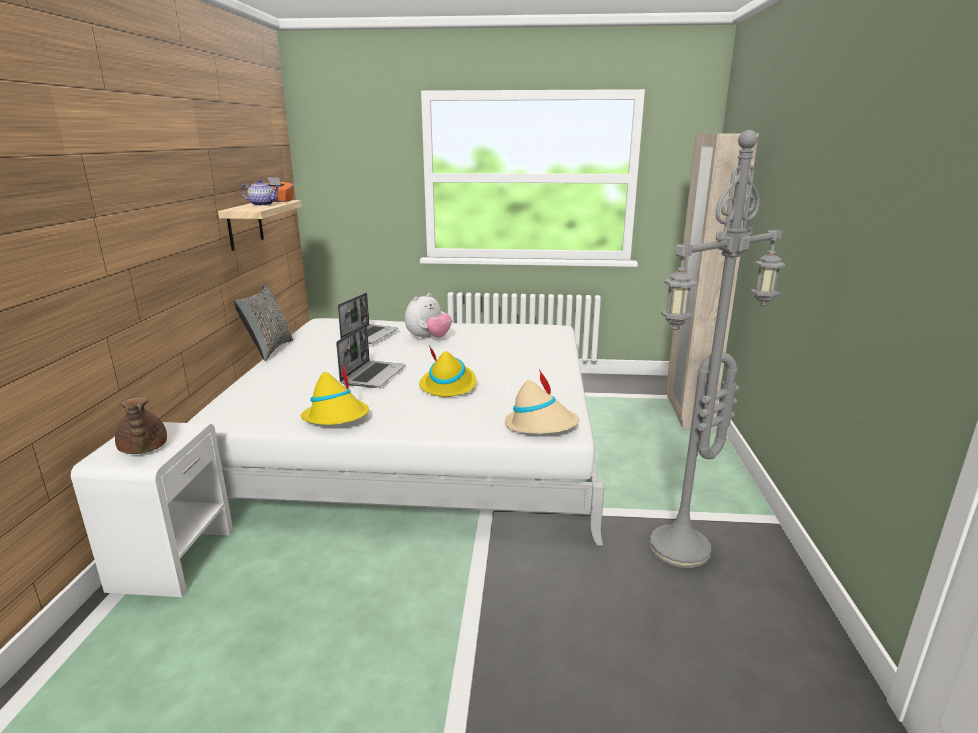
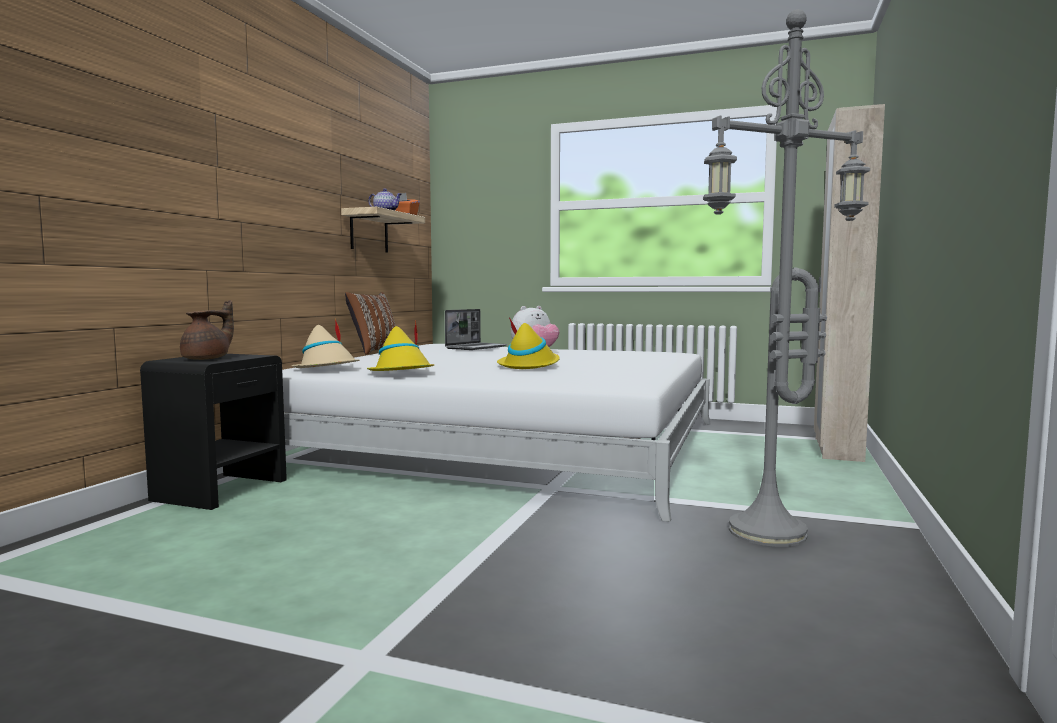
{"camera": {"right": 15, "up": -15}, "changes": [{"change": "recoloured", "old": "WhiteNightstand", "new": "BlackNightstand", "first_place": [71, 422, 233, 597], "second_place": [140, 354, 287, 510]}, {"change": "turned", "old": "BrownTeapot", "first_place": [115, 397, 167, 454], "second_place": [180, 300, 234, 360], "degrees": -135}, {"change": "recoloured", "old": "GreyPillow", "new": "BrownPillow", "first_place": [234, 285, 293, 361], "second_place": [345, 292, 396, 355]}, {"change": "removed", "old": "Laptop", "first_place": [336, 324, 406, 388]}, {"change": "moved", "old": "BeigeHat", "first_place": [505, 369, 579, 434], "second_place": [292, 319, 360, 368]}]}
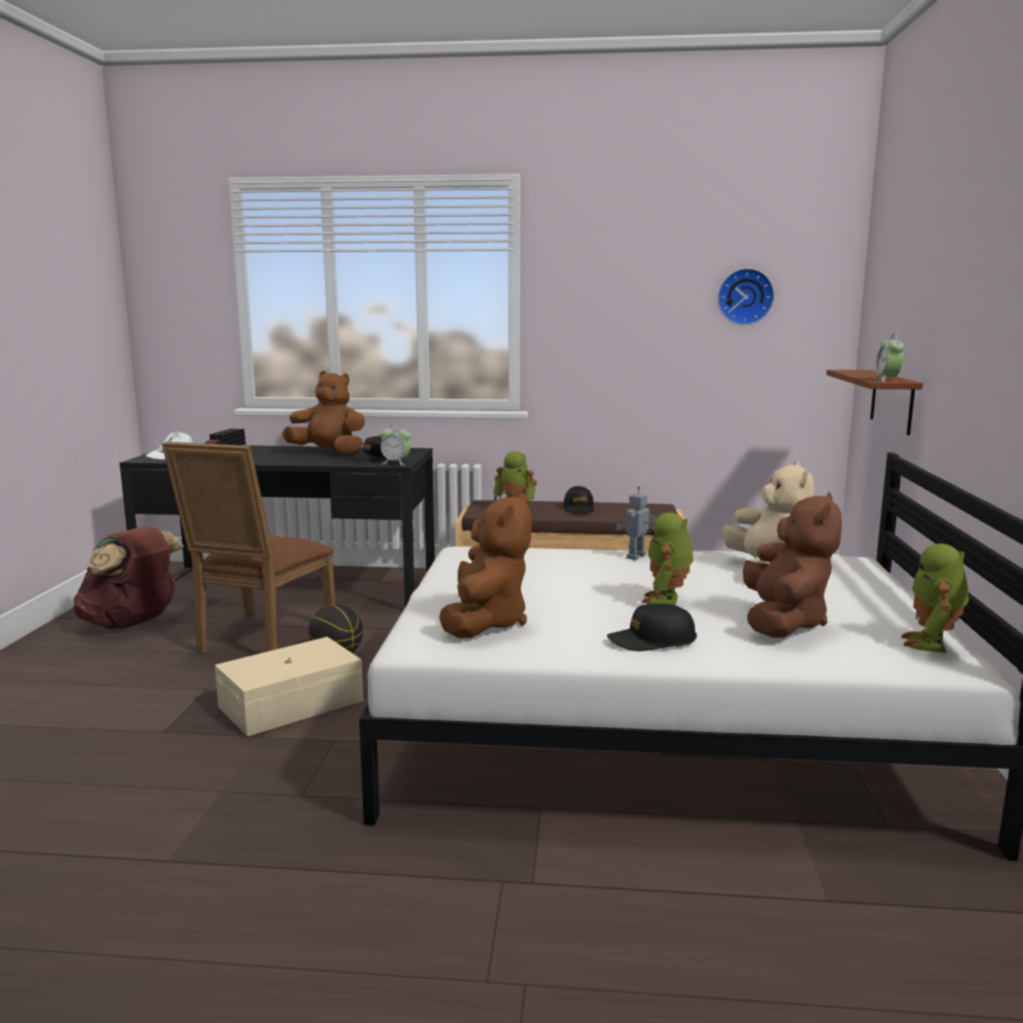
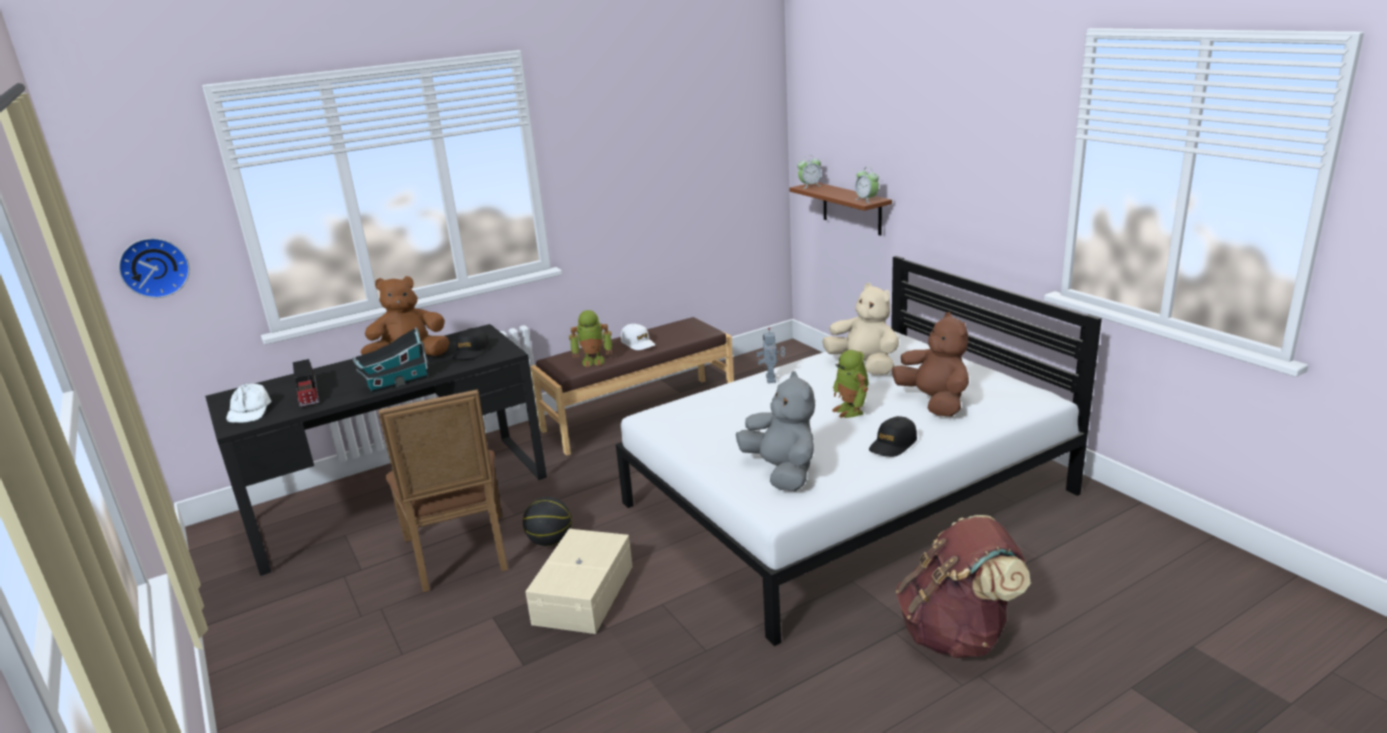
{"camera": {"right": -35, "up": 10}, "changes": [{"change": "moved", "old": "BrownBackpack", "first_place": [73, 525, 184, 629], "second_place": [896, 515, 1031, 658]}, {"change": "moved", "old": "AlarmClock", "first_place": [380, 424, 411, 465], "second_place": [797, 155, 821, 189]}, {"change": "recoloured", "old": "BrownPlushToy", "new": "GreyPlushToy", "first_place": [439, 493, 532, 638], "second_place": [736, 371, 815, 491]}, {"change": "recoloured", "old": "BlackCap", "new": "WhiteCap", "first_place": [564, 486, 594, 513], "second_place": [621, 324, 656, 350]}, {"change": "moved", "old": "WallClock", "first_place": [718, 268, 774, 325], "second_place": [118, 238, 190, 298]}, {"change": "removed", "old": "ToyRobot", "first_place": [901, 544, 969, 653]}, {"change": "added", "new": "ToyHouse", "second_place": [353, 327, 428, 393]}]}
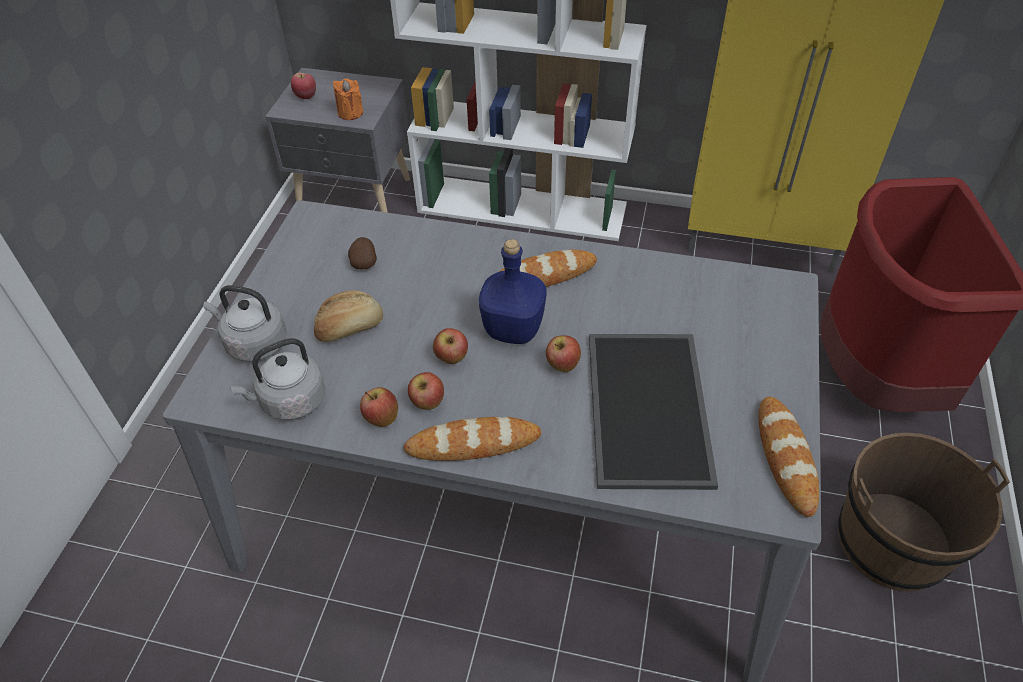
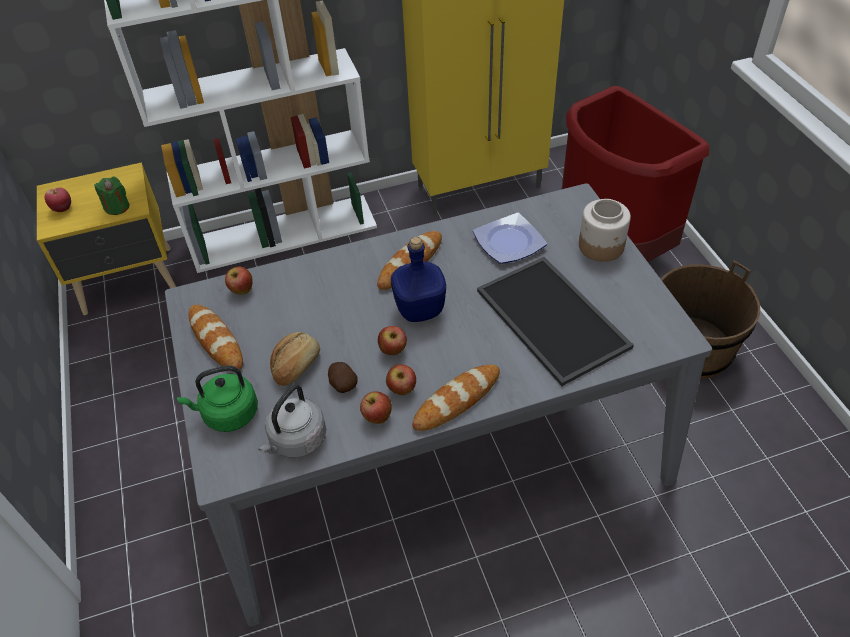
{"camera": {"right": -30, "up": 0}, "changes": [{"change": "recoloured", "old": "GreyKettle", "new": "GreenKettle", "first_place": [204, 285, 287, 362], "second_place": [177, 365, 258, 432]}, {"change": "recoloured", "old": "GreyNightstand", "new": "YellowNightstand", "first_place": [265, 68, 410, 213], "second_place": [37, 162, 176, 315]}, {"change": "recoloured", "old": "OrangeCandle", "new": "GreenCandle", "first_place": [333, 78, 363, 120], "second_place": [94, 177, 130, 215]}, {"change": "moved", "old": "Potato", "first_place": [348, 237, 377, 269], "second_place": [328, 362, 358, 393]}, {"change": "moved", "old": "Apple", "first_place": [546, 335, 581, 372], "second_place": [225, 267, 253, 295]}, {"change": "moved", "old": "Bread", "first_place": [759, 397, 819, 517], "second_place": [188, 305, 243, 370]}, {"change": "added", "new": "Plate", "second_place": [473, 213, 547, 264]}, {"change": "added", "new": "Jar", "second_place": [579, 199, 631, 262]}]}
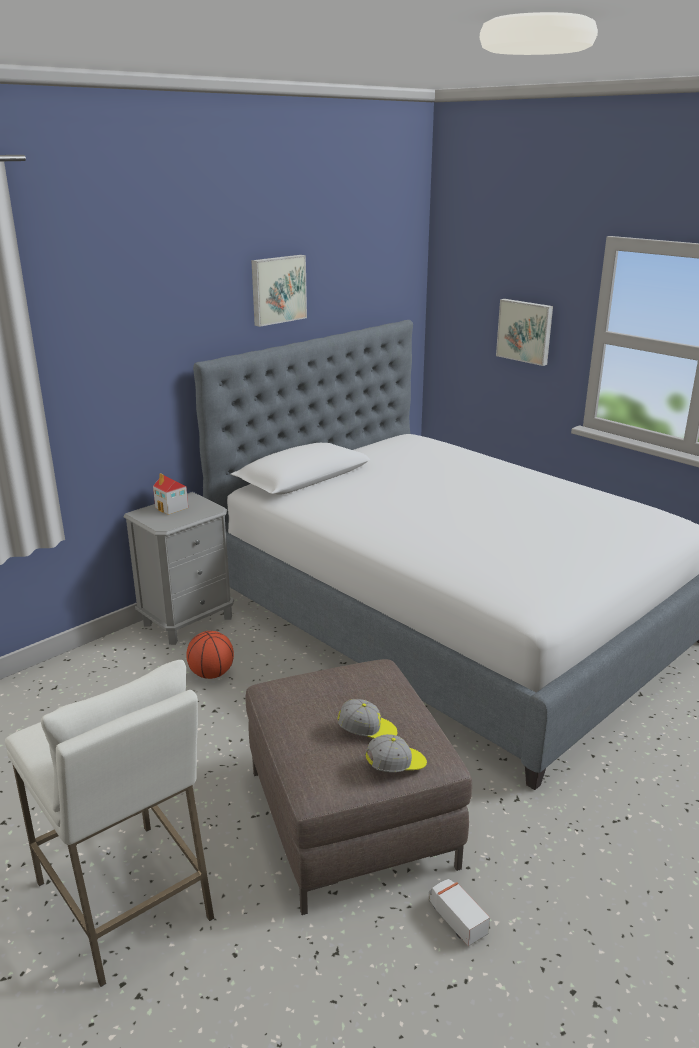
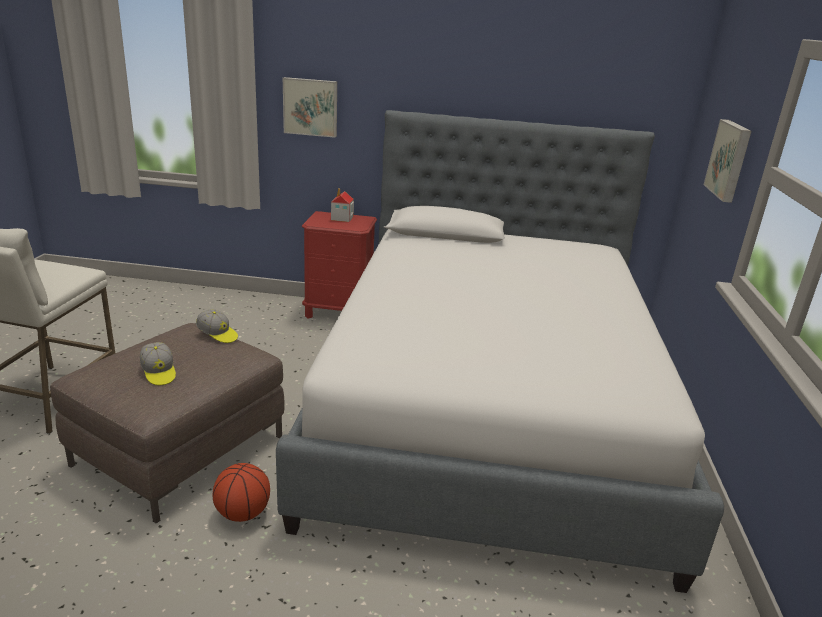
{"camera": {"right": 50, "up": 0}, "changes": [{"change": "recoloured", "old": "GreyNightstand", "new": "RedNightstand", "first_place": [123, 492, 234, 645], "second_place": [302, 211, 377, 318]}, {"change": "moved", "old": "Basketball", "first_place": [186, 631, 234, 679], "second_place": [213, 463, 270, 522]}, {"change": "moved", "old": "Picture", "first_place": [251, 255, 307, 327], "second_place": [283, 77, 337, 138]}, {"change": "moved", "old": "Cap", "first_place": [365, 734, 427, 772], "second_place": [196, 309, 238, 343]}, {"change": "removed", "old": "ToyTruck", "first_place": [428, 879, 490, 946]}]}
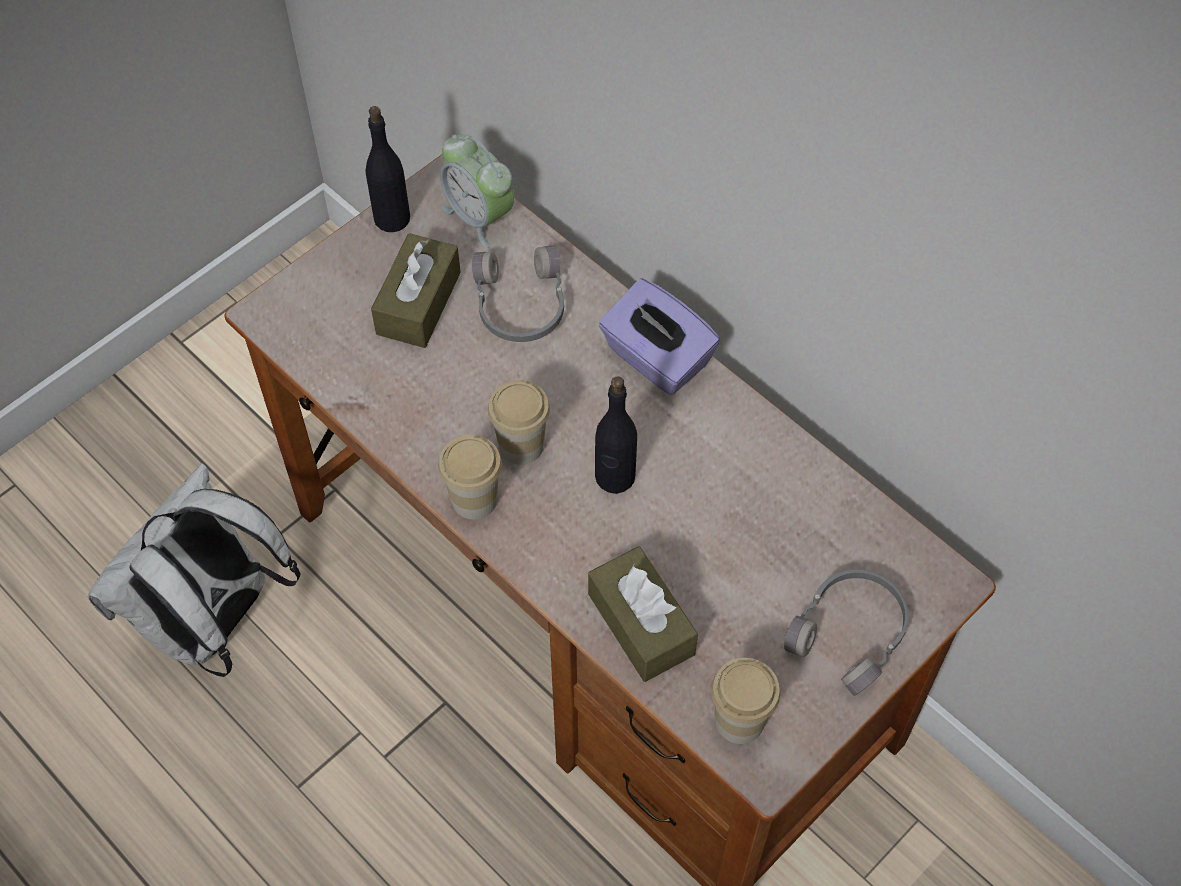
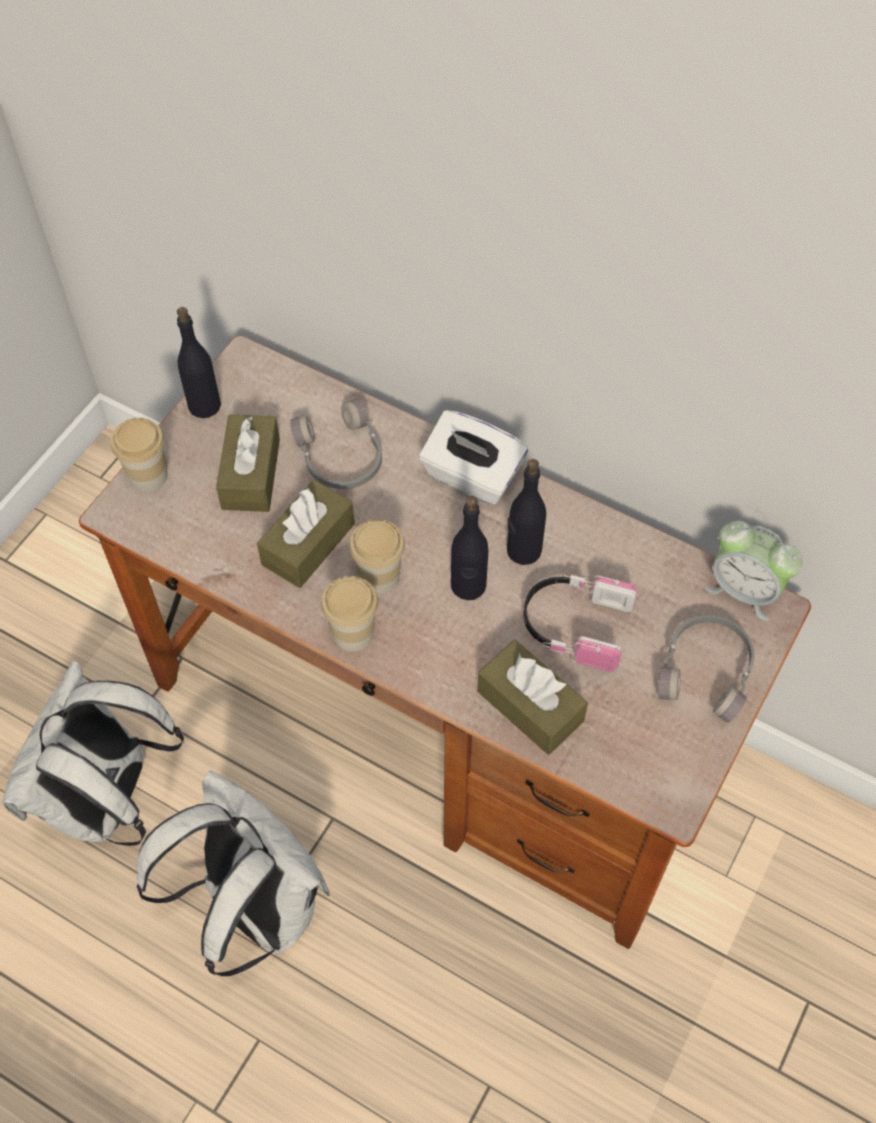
{"camera": {"right": -15, "up": 0}, "changes": [{"change": "moved", "old": "AlarmClock", "first_place": [440, 134, 514, 248], "second_place": [705, 521, 802, 621]}, {"change": "recoloured", "old": "PurpleTissueBox", "new": "WhiteTissueBox", "first_place": [599, 278, 720, 395], "second_place": [419, 410, 528, 505]}, {"change": "moved", "old": "Cup", "first_place": [711, 658, 780, 744], "second_place": [111, 418, 167, 492]}, {"change": "added", "new": "WhiteBackpack", "second_place": [137, 771, 330, 976]}, {"change": "added", "new": "BrownTissueBox", "second_place": [257, 480, 355, 588]}, {"change": "added", "new": "BlackBottle", "second_place": [507, 459, 546, 565]}, {"change": "added", "new": "Headphones", "second_place": [523, 575, 638, 672]}]}
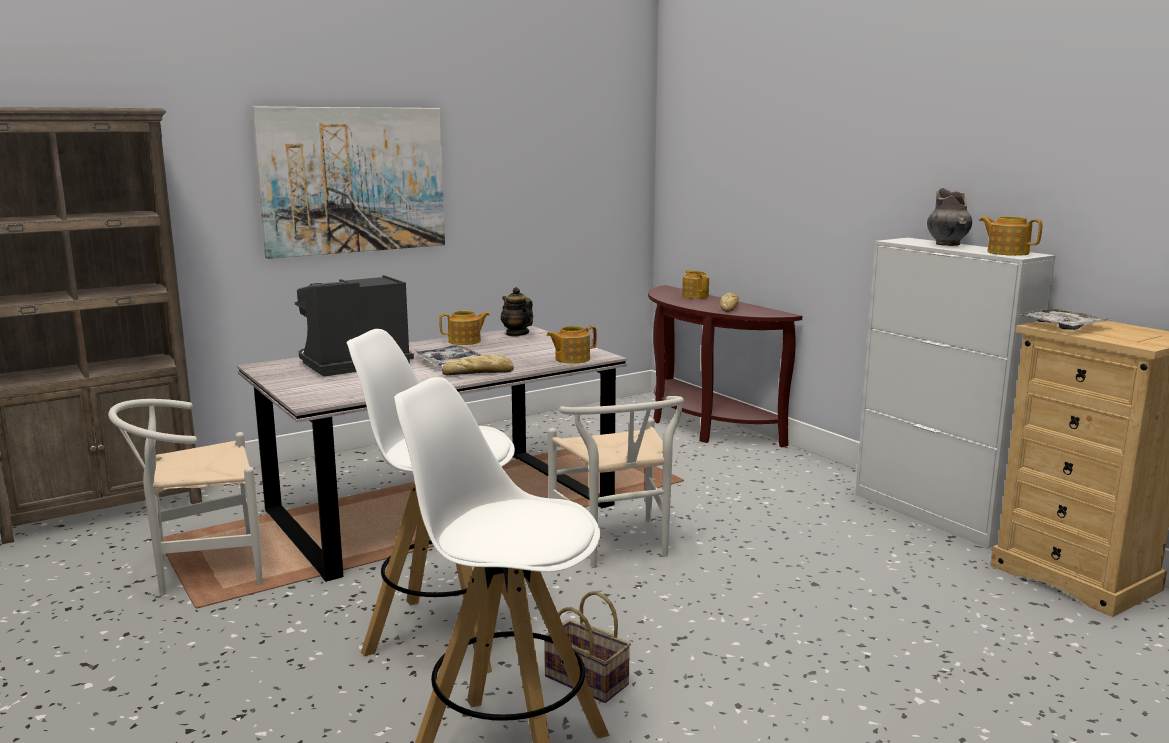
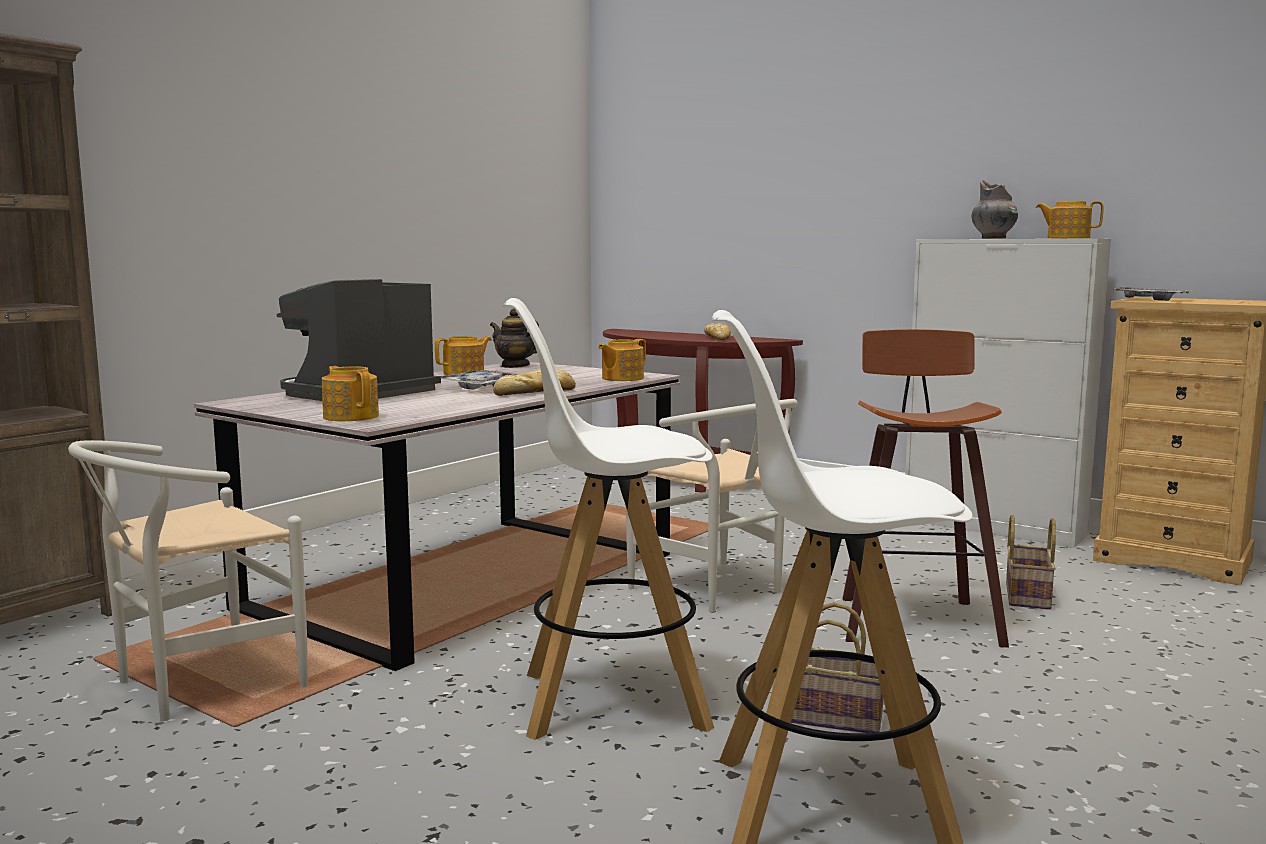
{"camera": {"right": -20, "up": -5}, "changes": [{"change": "removed", "old": "Picture", "first_place": [252, 107, 445, 259]}, {"change": "moved", "old": "Teapot", "first_place": [682, 270, 709, 299], "second_place": [322, 366, 379, 421]}, {"change": "added", "new": "Stool", "second_place": [842, 329, 1009, 648]}, {"change": "added", "new": "Basket", "second_place": [1006, 514, 1056, 610]}]}
